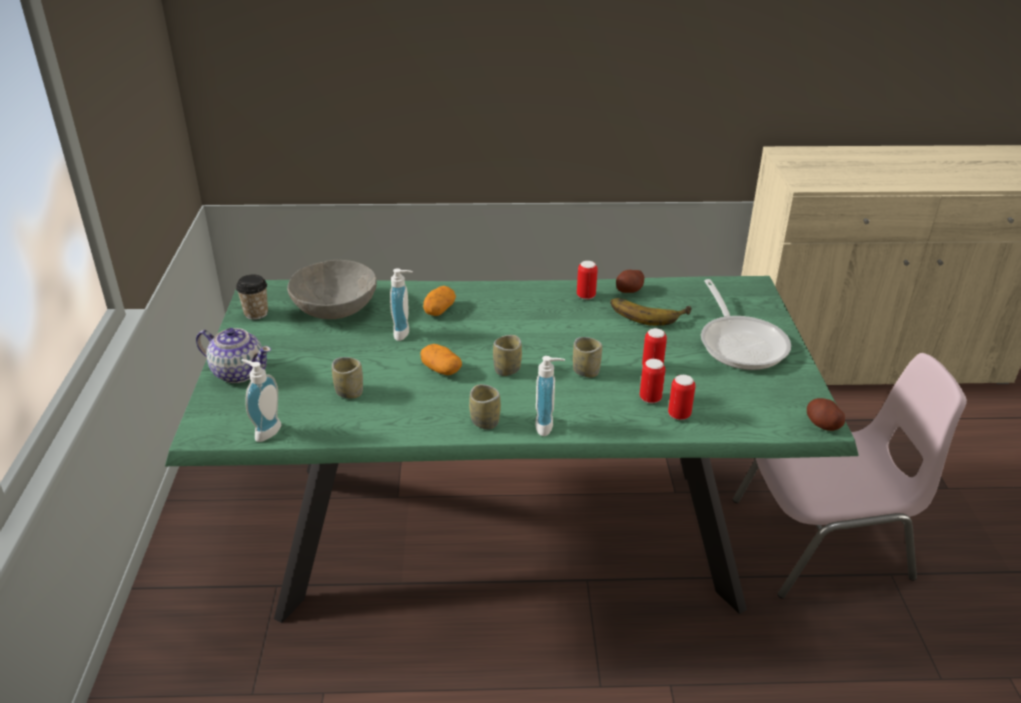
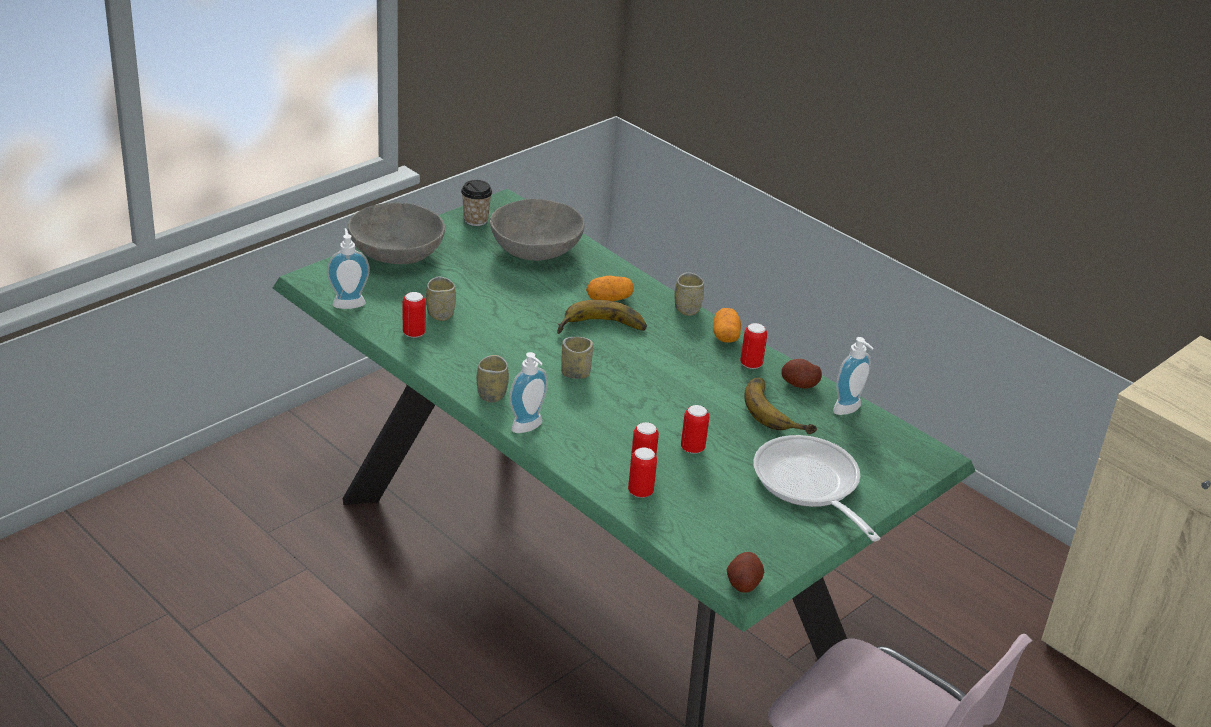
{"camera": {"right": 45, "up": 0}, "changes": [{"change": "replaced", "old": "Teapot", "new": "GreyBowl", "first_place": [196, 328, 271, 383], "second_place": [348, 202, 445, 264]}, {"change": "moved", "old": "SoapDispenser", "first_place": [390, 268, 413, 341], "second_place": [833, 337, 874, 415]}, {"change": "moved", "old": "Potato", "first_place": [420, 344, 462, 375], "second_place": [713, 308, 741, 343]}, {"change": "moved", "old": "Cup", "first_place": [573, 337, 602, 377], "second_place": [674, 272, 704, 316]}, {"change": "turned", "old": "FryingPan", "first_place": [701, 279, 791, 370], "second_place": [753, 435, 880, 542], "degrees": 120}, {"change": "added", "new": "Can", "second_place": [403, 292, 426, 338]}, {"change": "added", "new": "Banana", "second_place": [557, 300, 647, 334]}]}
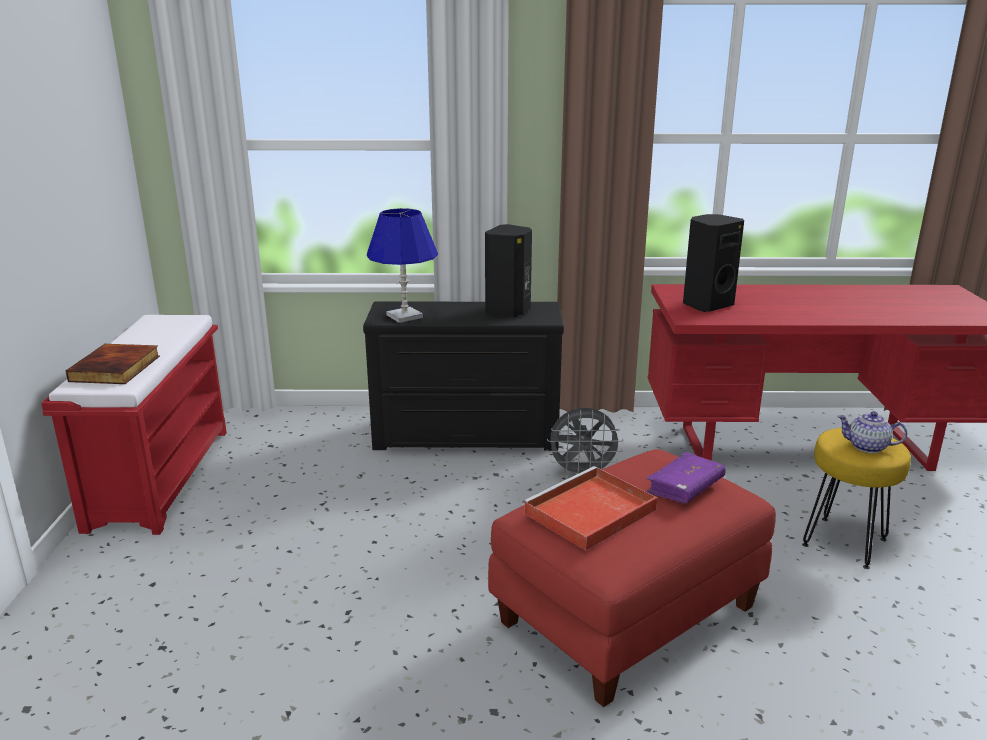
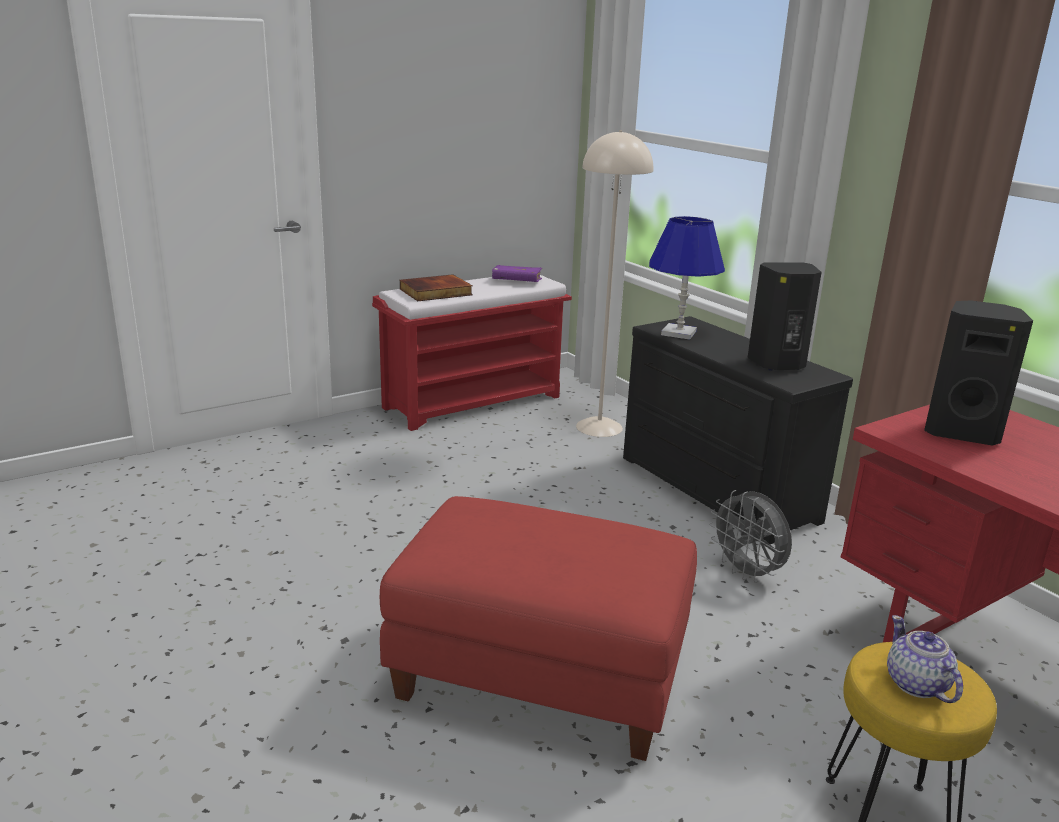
{"camera": {"right": 55, "up": 0}, "changes": [{"change": "removed", "old": "RedTray", "first_place": [522, 466, 657, 551]}, {"change": "moved", "old": "PurpleBook", "first_place": [646, 452, 726, 503], "second_place": [492, 265, 542, 282]}, {"change": "added", "new": "BeigeFloorLamp", "second_place": [576, 130, 653, 437]}]}
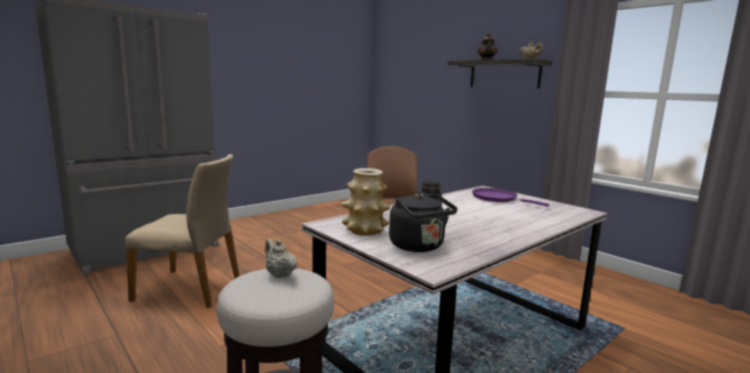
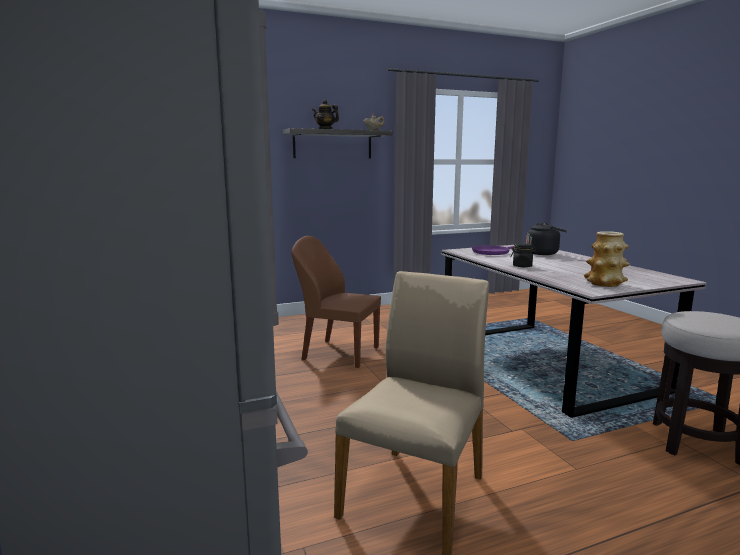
{"camera": {"right": -70, "up": 0}, "changes": [{"change": "removed", "old": "BeigeTeapot", "first_place": [265, 239, 298, 278]}, {"change": "moved", "old": "BlackKettle", "first_place": [389, 193, 457, 252], "second_place": [526, 223, 567, 255]}]}
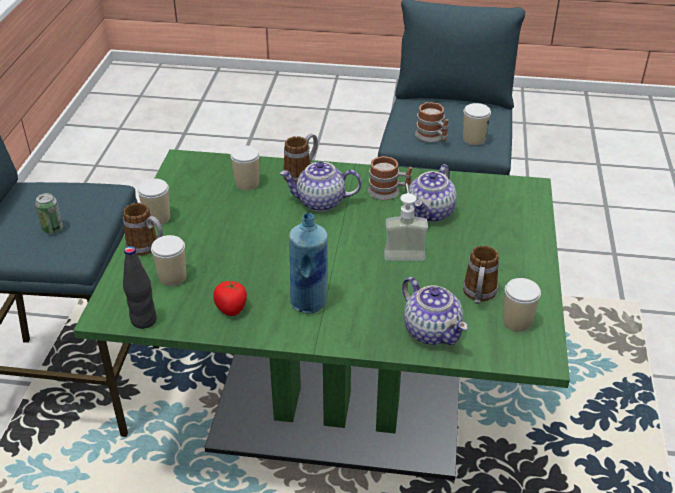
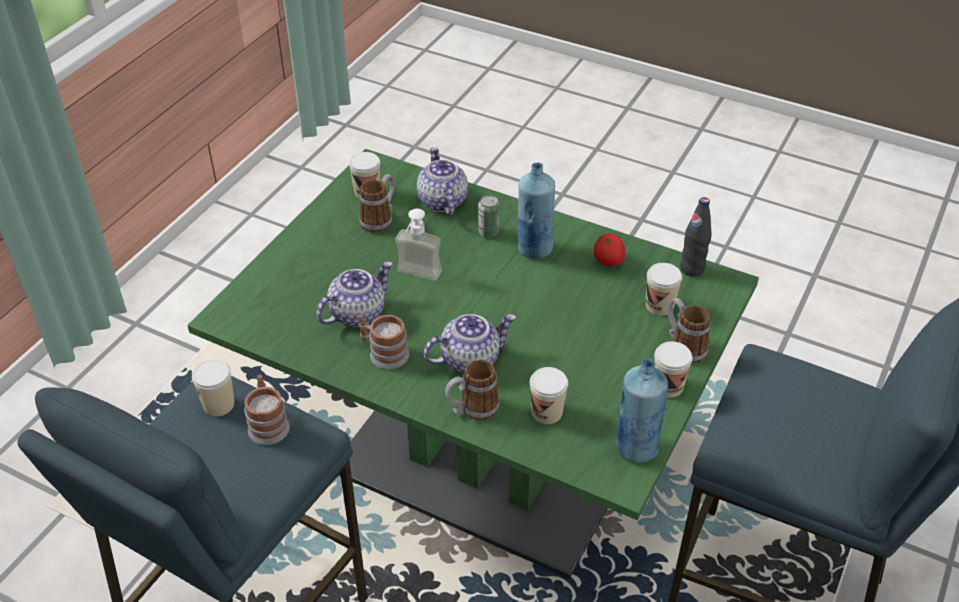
{"camera": {"right": -160, "up": 5}, "changes": [{"change": "moved", "old": "Can", "first_place": [35, 193, 63, 234], "second_place": [478, 195, 500, 237]}, {"change": "turned", "old": "Teapot", "first_place": [280, 161, 361, 212], "second_place": [424, 314, 516, 373], "degrees": -45}, {"change": "added", "new": "BlueBottle", "second_place": [616, 358, 668, 463]}]}
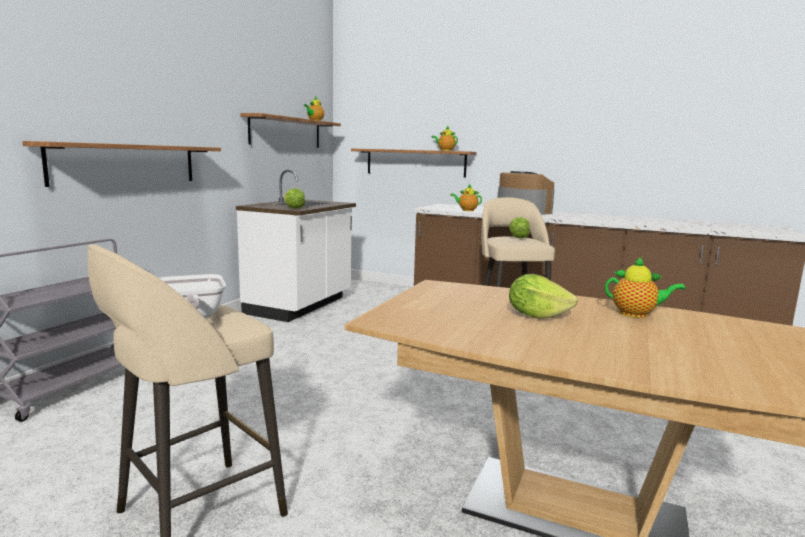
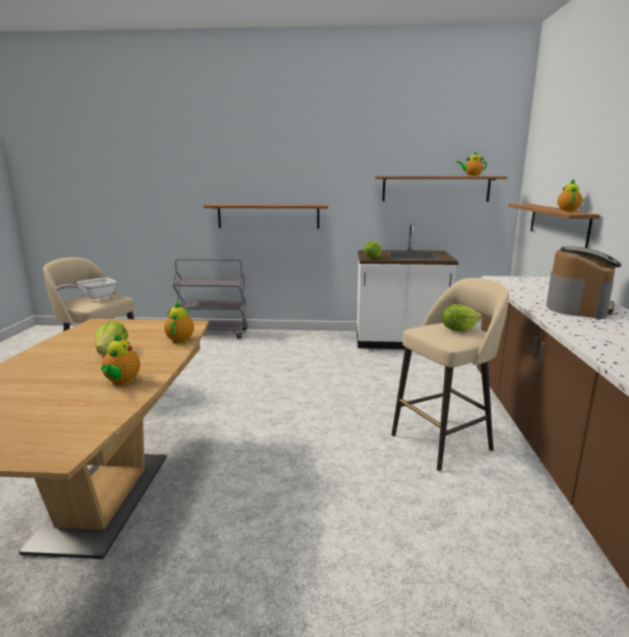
{"camera": {"right": 70, "up": 5}, "changes": [{"change": "moved", "old": "Teapot", "first_place": [450, 184, 482, 211], "second_place": [164, 300, 194, 343]}]}
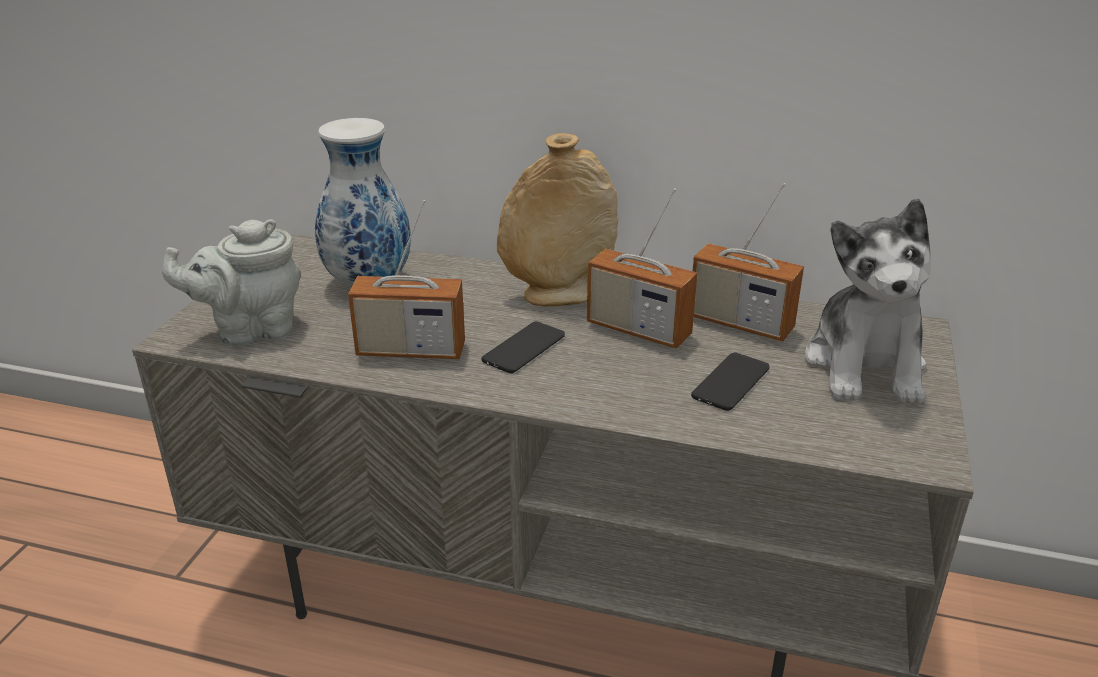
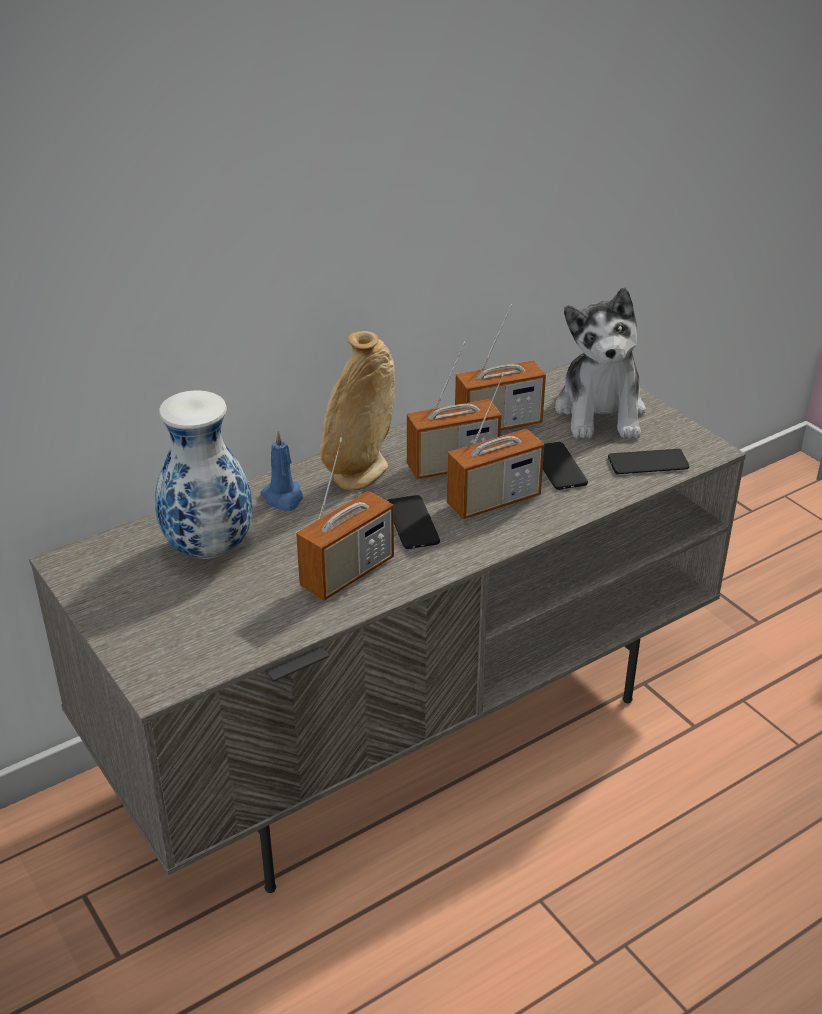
{"camera": {"right": -50, "up": 5}, "changes": [{"change": "removed", "old": "GreyTeapot", "first_place": [162, 219, 301, 346]}, {"change": "turned", "old": "PlushToy", "first_place": [805, 198, 930, 403], "second_place": [555, 288, 646, 438], "degrees": 45}, {"change": "added", "new": "BlueCandle", "second_place": [261, 431, 303, 511]}, {"change": "added", "new": "Radio", "second_place": [447, 373, 544, 519]}, {"change": "added", "new": "Phone", "second_place": [608, 449, 689, 474]}]}
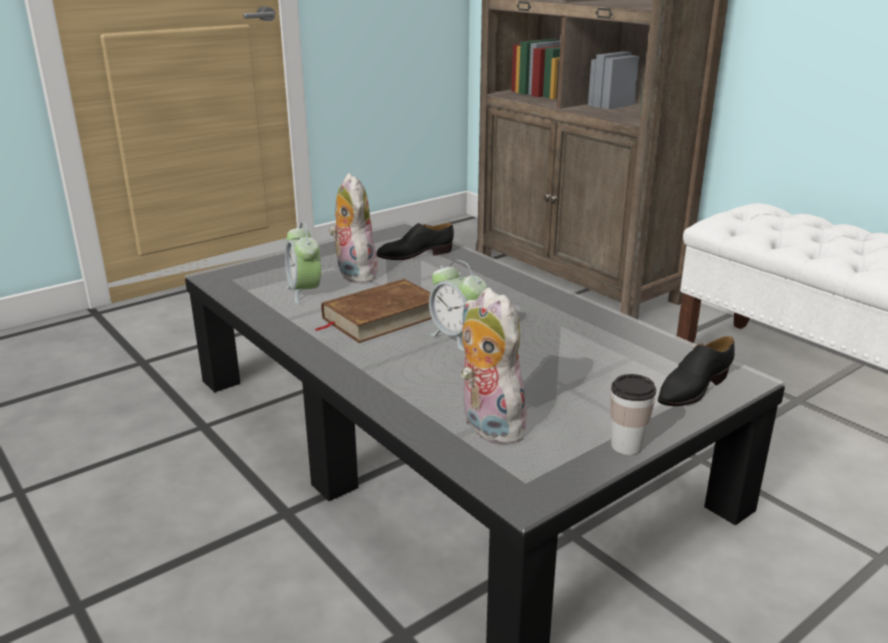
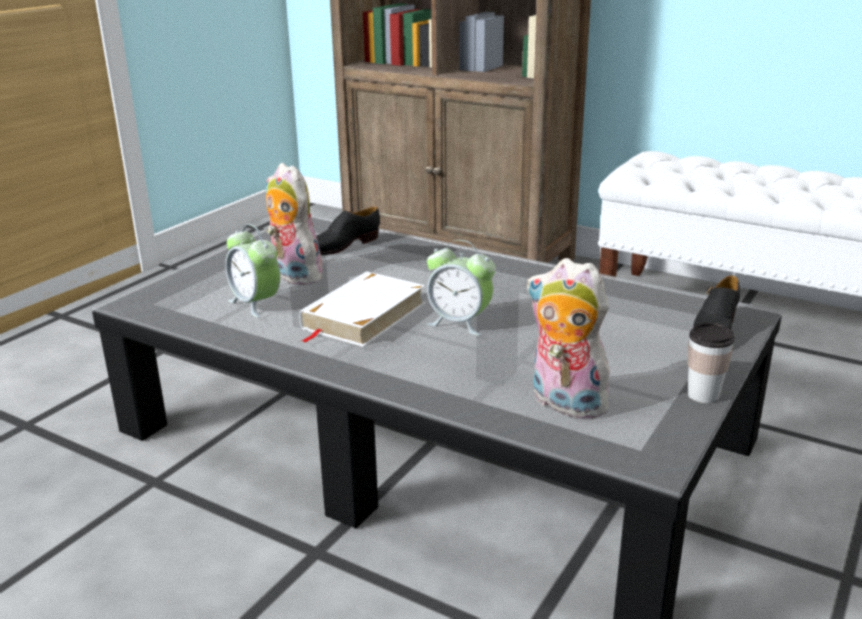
{"camera": {"right": -20, "up": 0}, "changes": [{"change": "recoloured", "old": "BrownBook", "new": "WhiteBook", "first_place": [316, 279, 432, 343], "second_place": [299, 271, 425, 347]}]}
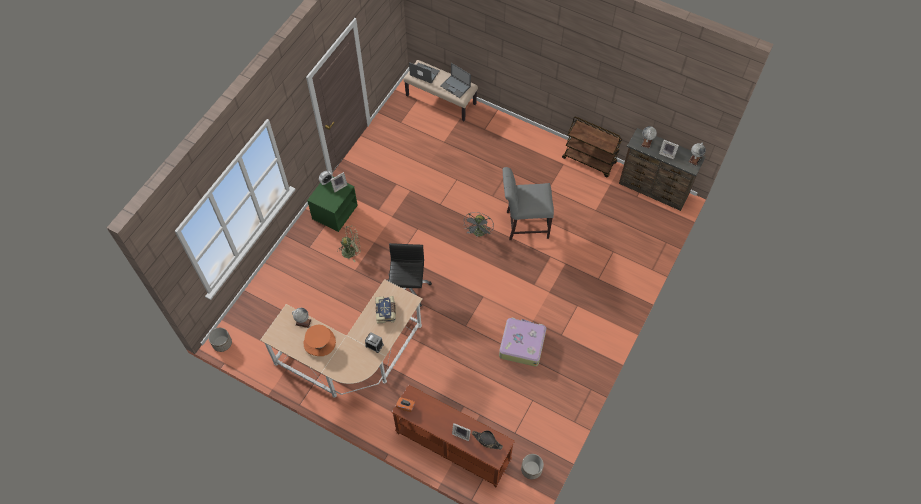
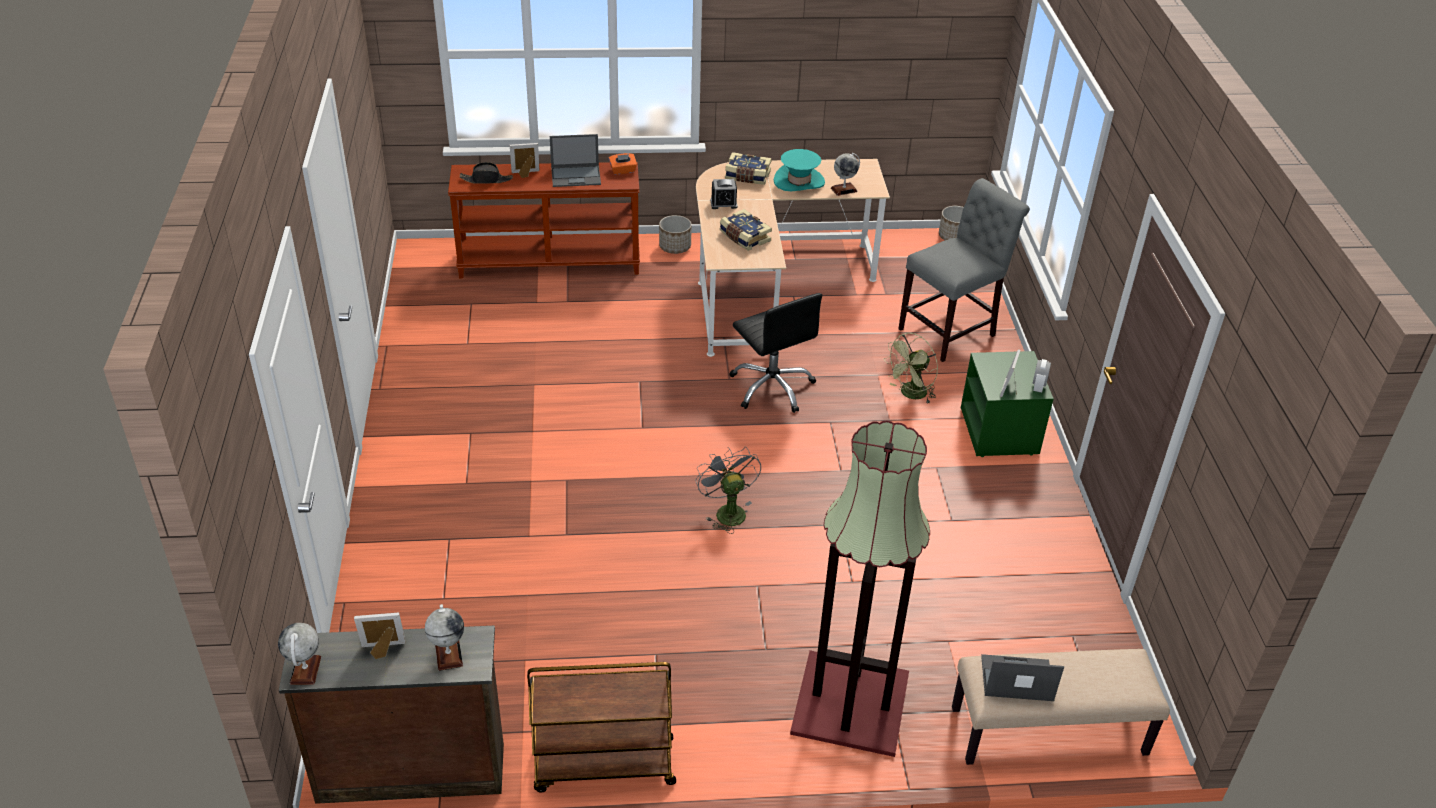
{"camera": {"right": 145, "up": -20}, "changes": [{"change": "recoloured", "old": "OrangeHat", "new": "TurquoiseHat", "first_place": [304, 325, 336, 356], "second_place": [774, 149, 825, 191]}, {"change": "moved", "old": "Laptop", "first_place": [409, 62, 440, 84], "second_place": [550, 134, 601, 187]}, {"change": "removed", "old": "Suitcase", "first_place": [499, 317, 546, 366]}, {"change": "moved", "old": "GreyChair", "first_place": [503, 167, 554, 240], "second_place": [898, 178, 1030, 362]}, {"change": "moved", "old": "Planter", "first_place": [521, 454, 544, 479], "second_place": [659, 215, 692, 254]}, {"change": "added", "new": "Book", "second_place": [725, 152, 772, 185]}, {"change": "added", "new": "FloorLamp", "second_place": [790, 421, 930, 757]}]}
